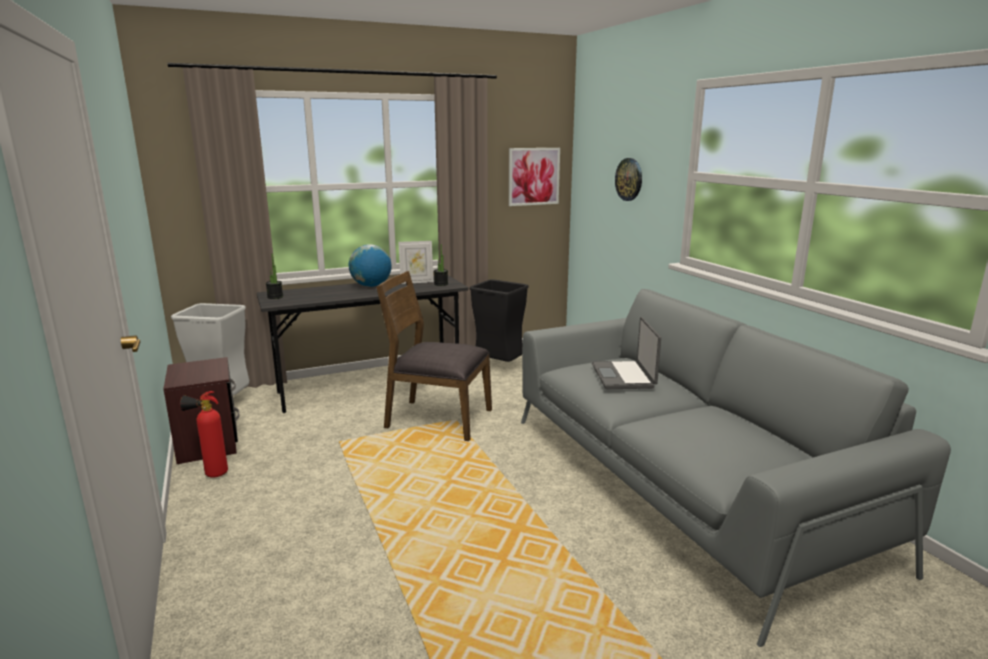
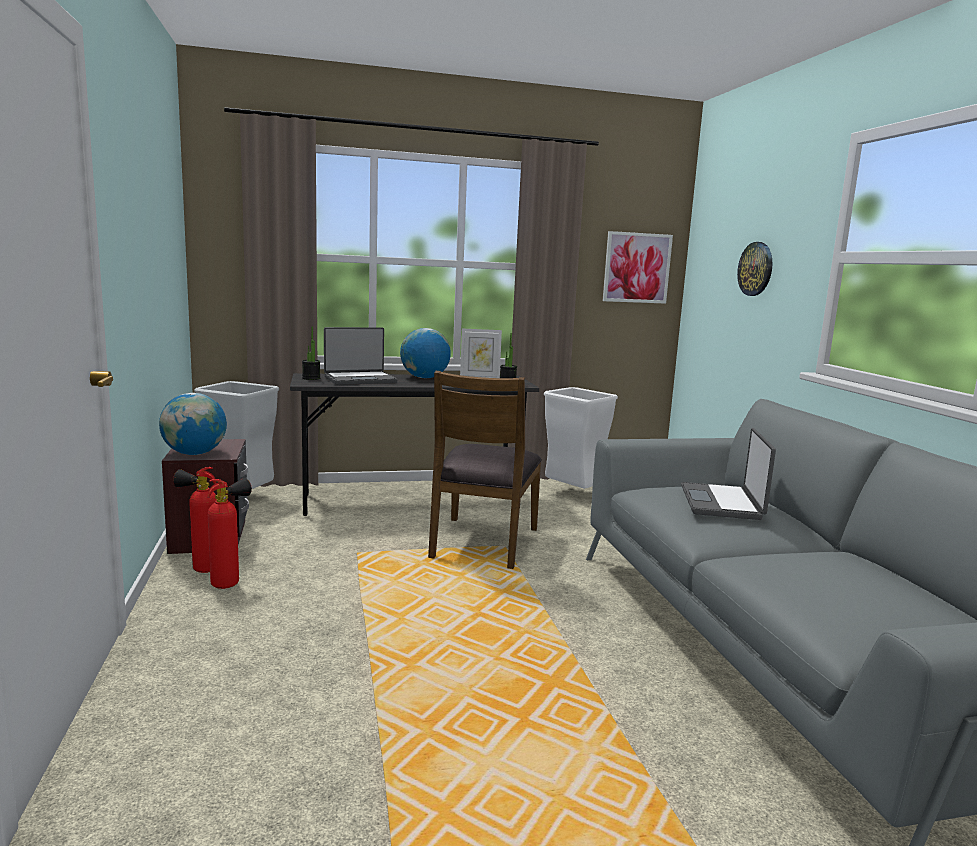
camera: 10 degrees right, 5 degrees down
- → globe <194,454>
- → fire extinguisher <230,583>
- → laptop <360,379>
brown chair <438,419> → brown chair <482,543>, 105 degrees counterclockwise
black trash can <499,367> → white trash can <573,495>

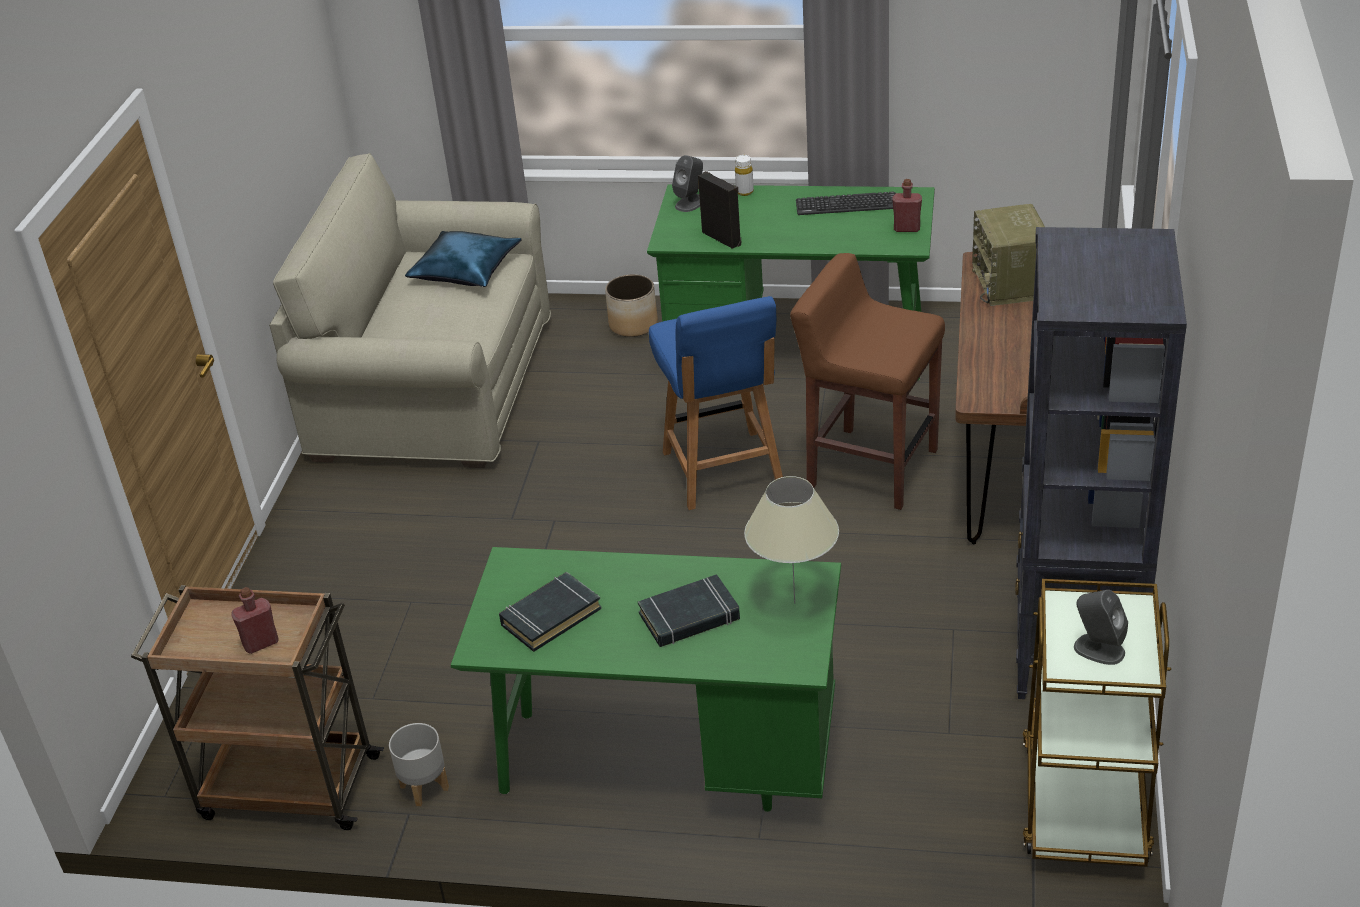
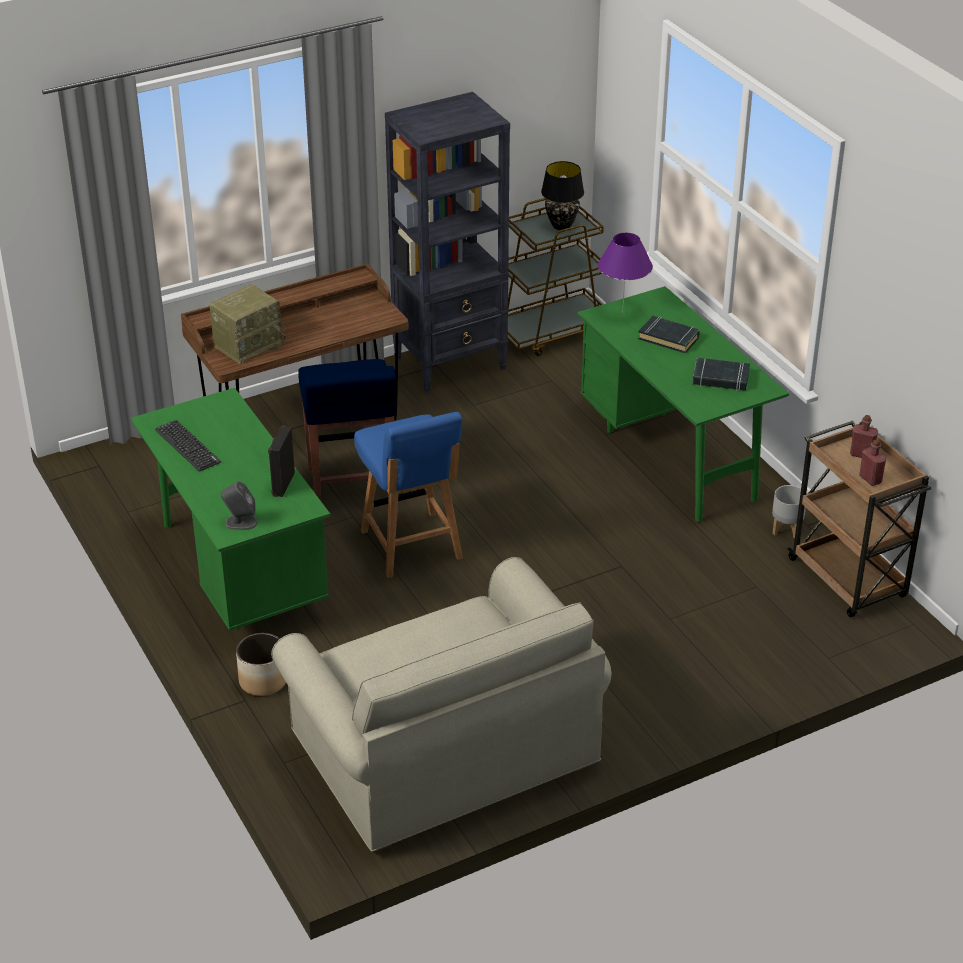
camera: 130 degrees left, 0 degrees up
brown stool <870,467> → blue stool <351,487>
blue chair <723,472> → blue chair <412,546>, 120 degrees clockwise
grey speaker <1098,649> → black table lamp <561,226>
beige table lamp <794,603> → purple table lamp <622,313>
red bottle <907,228> → red bottle <870,479>, moved
blue pillow <466,269> → -
white bottle <744,192> → -

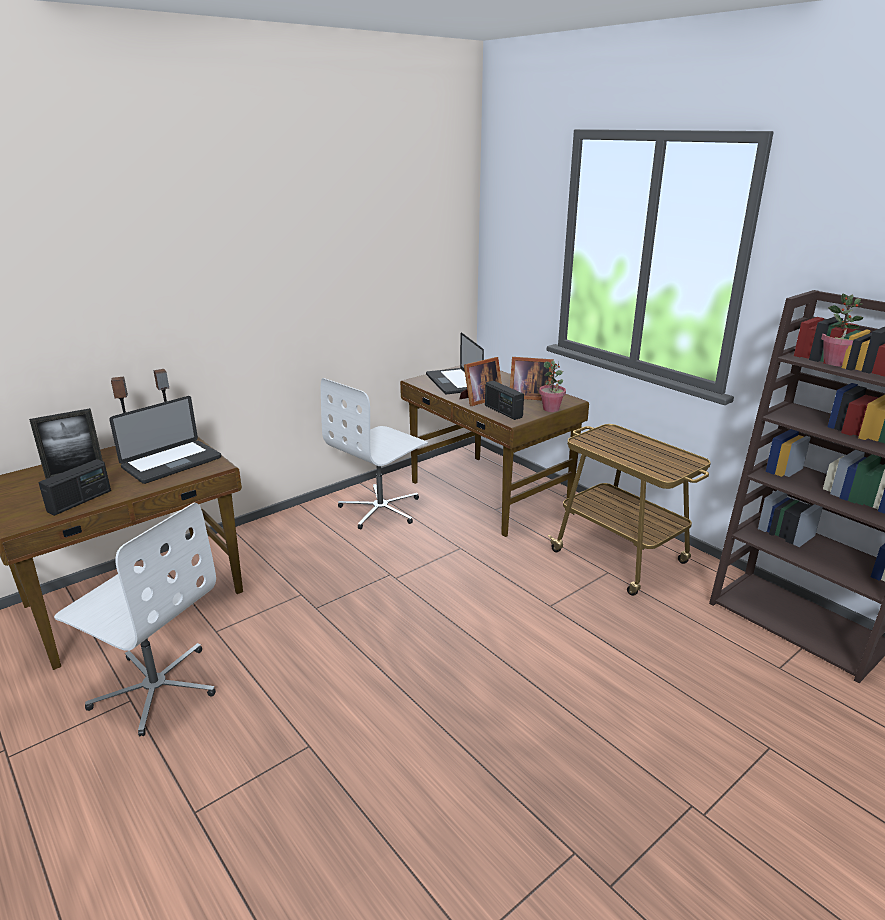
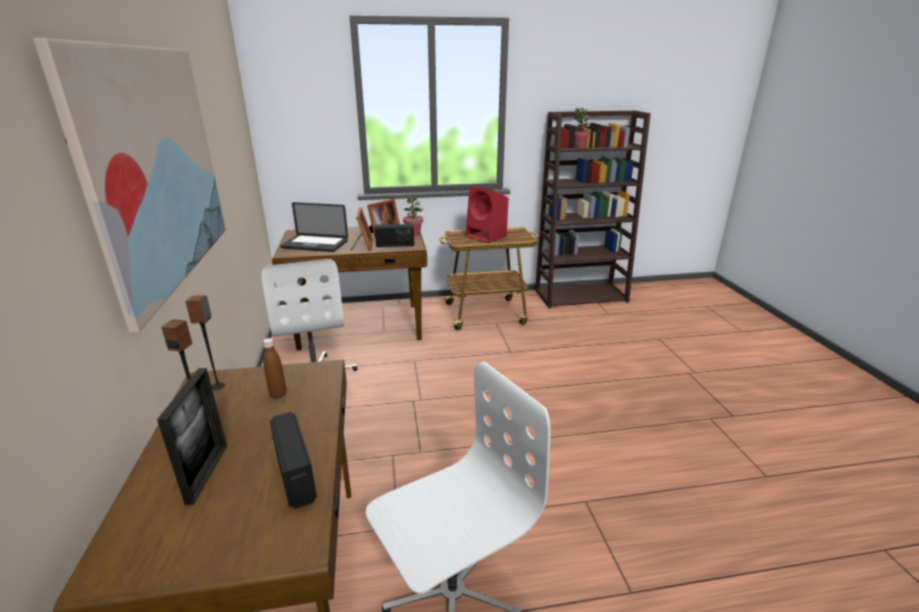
camera: 60 degrees left, 0 degrees up
- → picture <157,168>
laptop <172,463> → brown bottle <278,394>
- → red speaker <487,236>

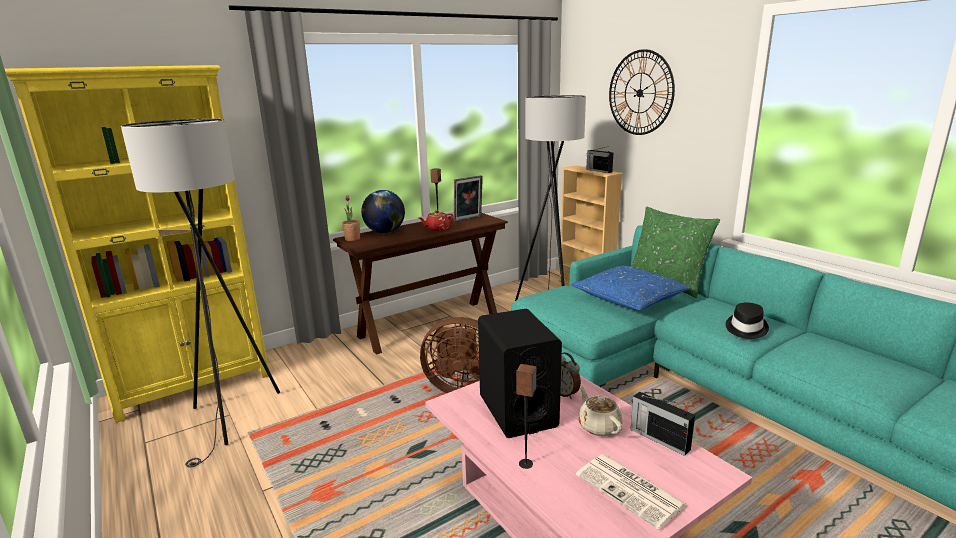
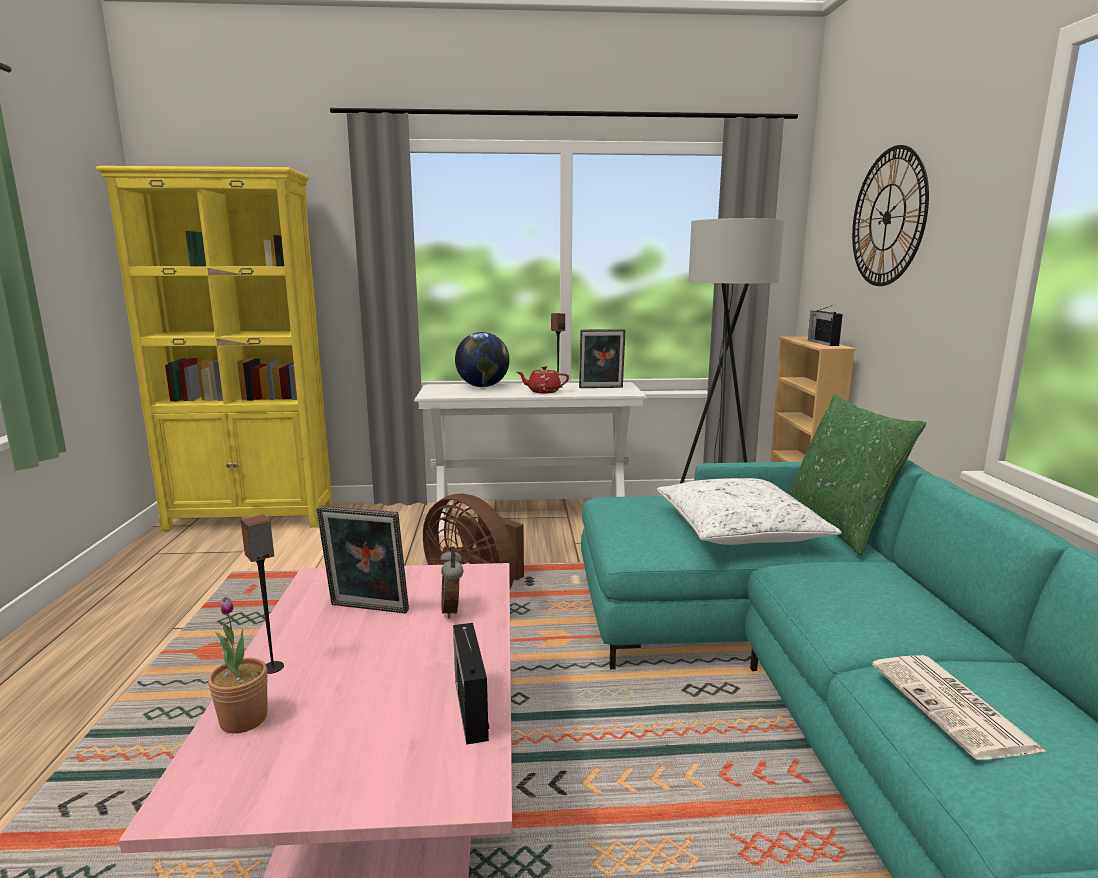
camera: 30 degrees right, 5 degrees down
potted plant <352,239> → potted plant <244,719>, moved
black speaker <517,411> → picture frame <367,610>
brown console table <430,325> → white console table <531,521>
blue pillow <629,298> → white pillow <739,529>
newspaper <631,490> → newspaper <953,707>, moved
grey floor lamp <234,418> → -
beige teapot <599,426> → -
black hat <745,328> → -

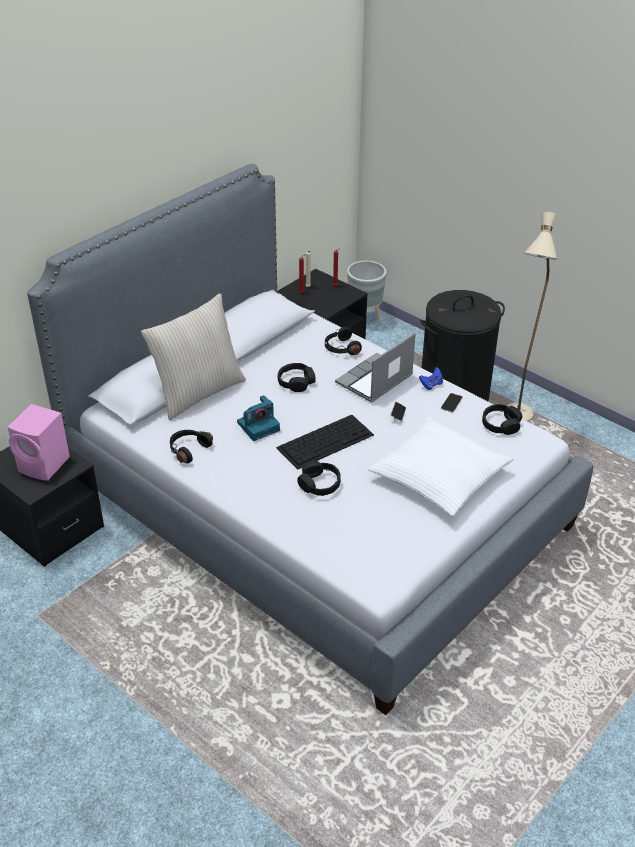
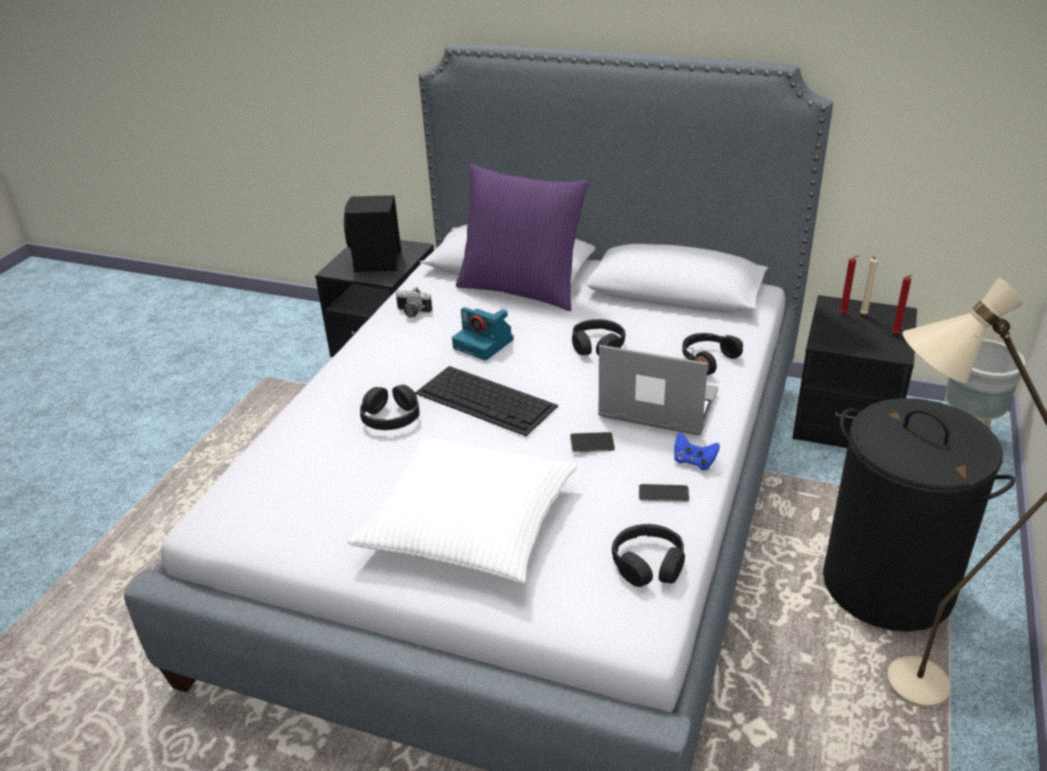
camera: 70 degrees right, 5 degrees down
pink speaker <45,465> → black speaker <377,263>
black headphones <188,449> → photo camera <412,313>
beige pillow <198,392> → purple pillow <521,289>

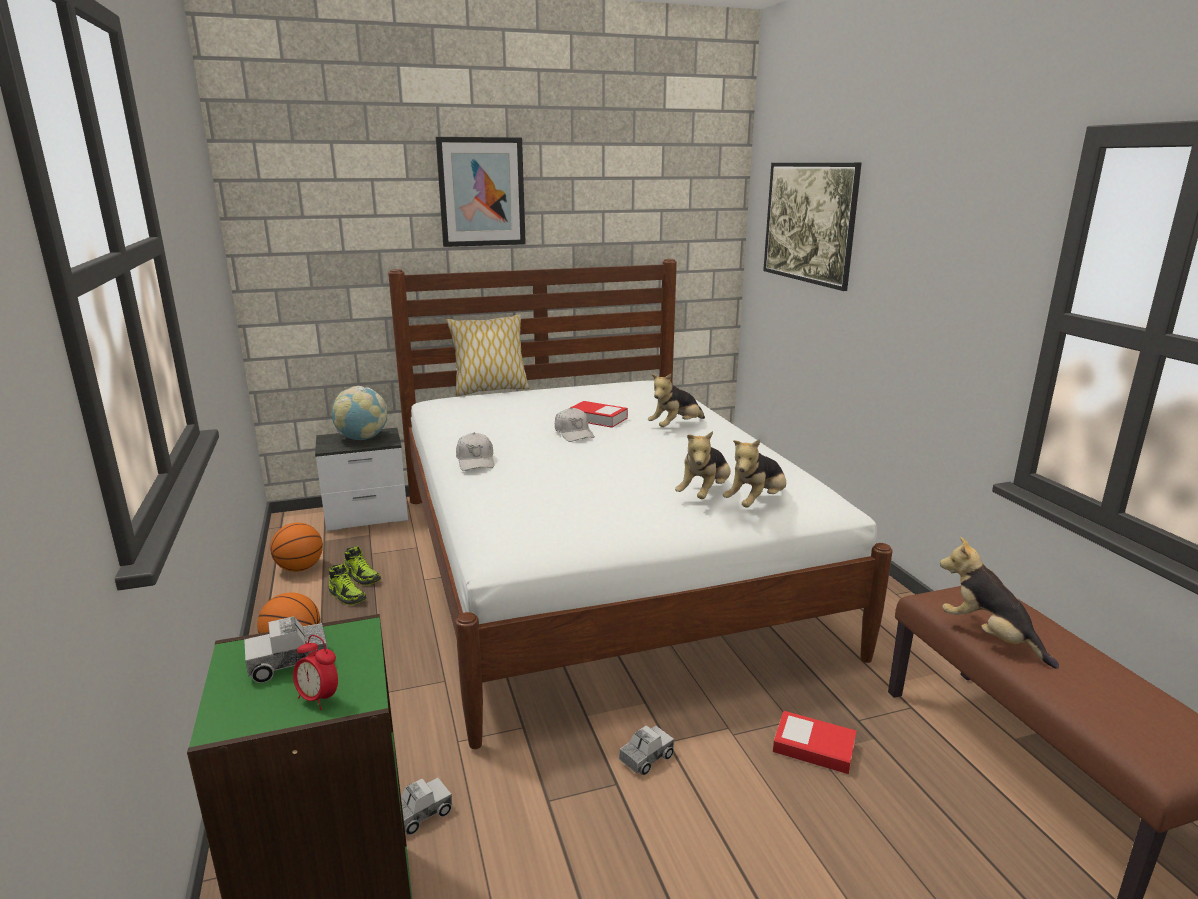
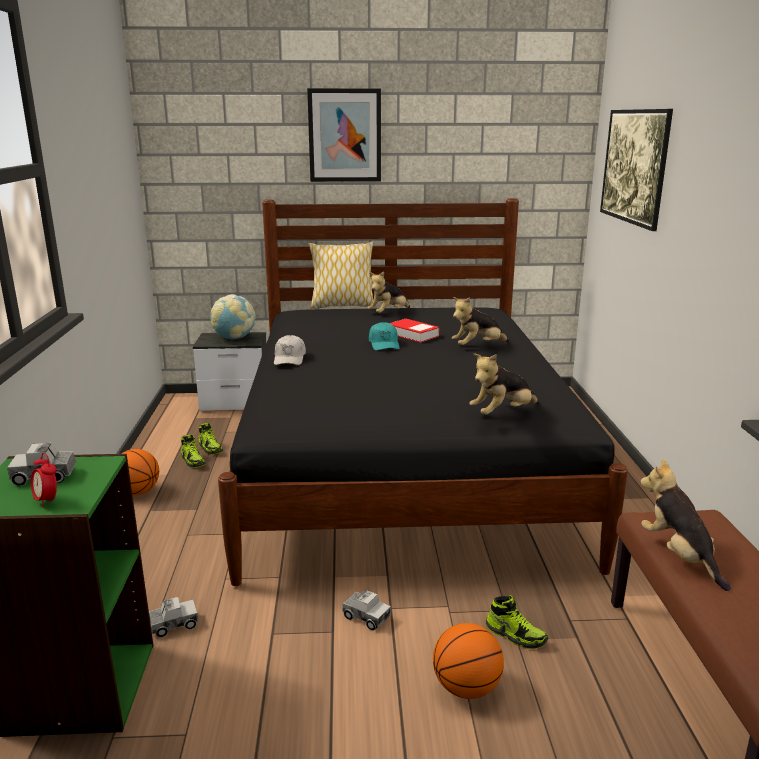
camera: 15 degrees right, 0 degrees up
white bed <598,566> → black bed <402,463>
toy truck <646,758> → toy truck <366,617>, 60 degrees clockwise
plush toy <704,494> → plush toy <388,313>, moved
white cap <574,433> → turquoise cap <384,344>
basketball <300,568> → basketball <466,687>, moved
book <813,748> → shoe <515,635>

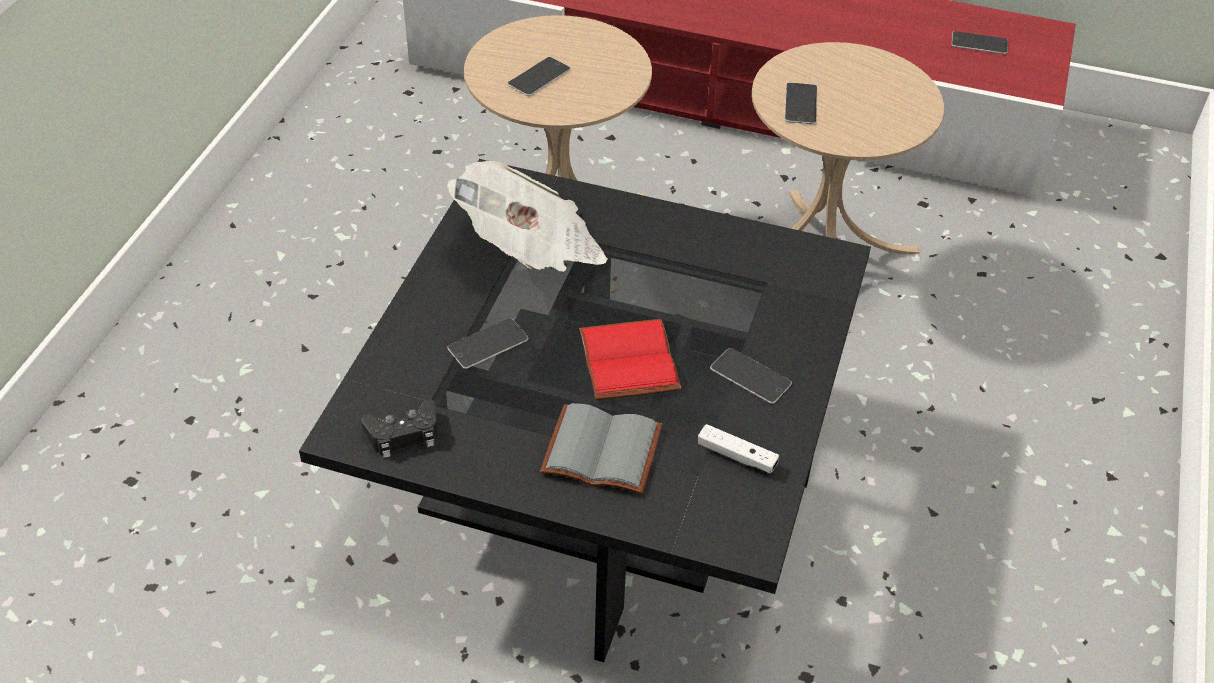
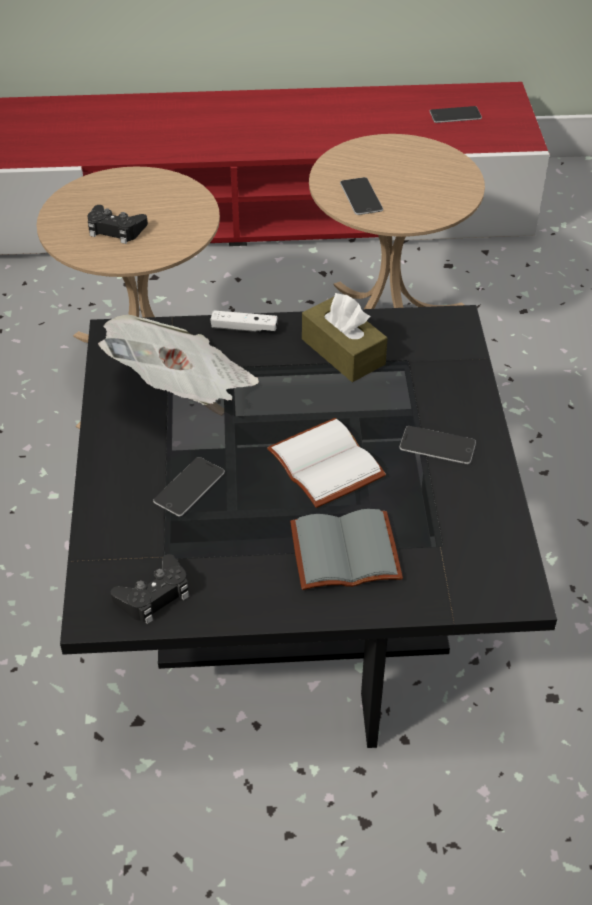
camera: 20 degrees left, 0 degrees up
phone <539,77> → black game controller <115,229>
white game controller <736,456> → white game controller <244,328>, moved
red book <632,362> → white book <329,464>
- → brown tissue box <343,352>

